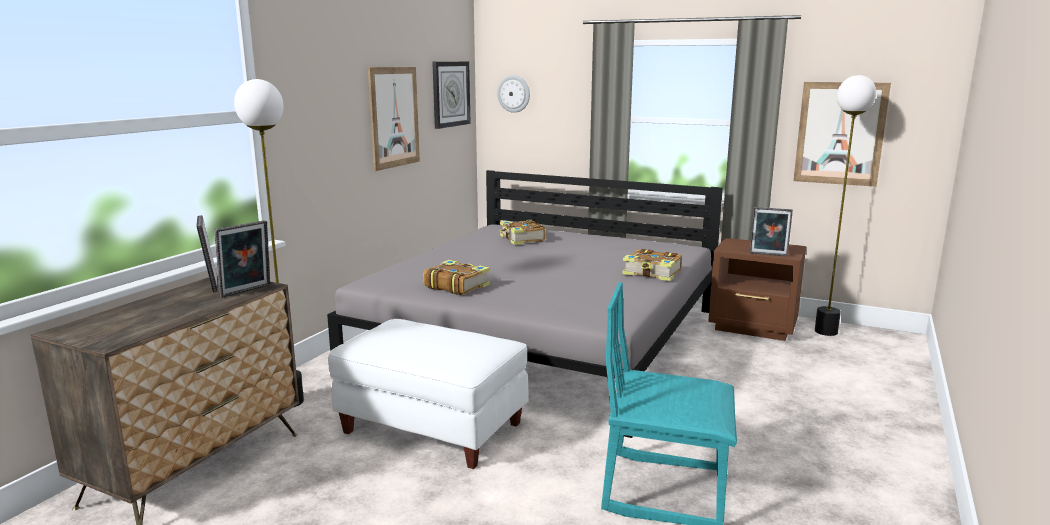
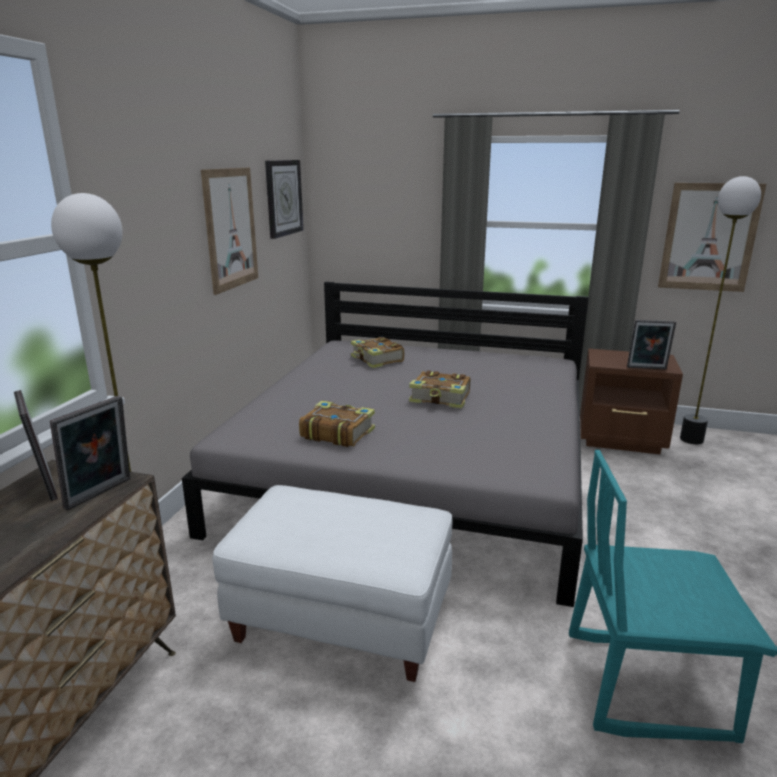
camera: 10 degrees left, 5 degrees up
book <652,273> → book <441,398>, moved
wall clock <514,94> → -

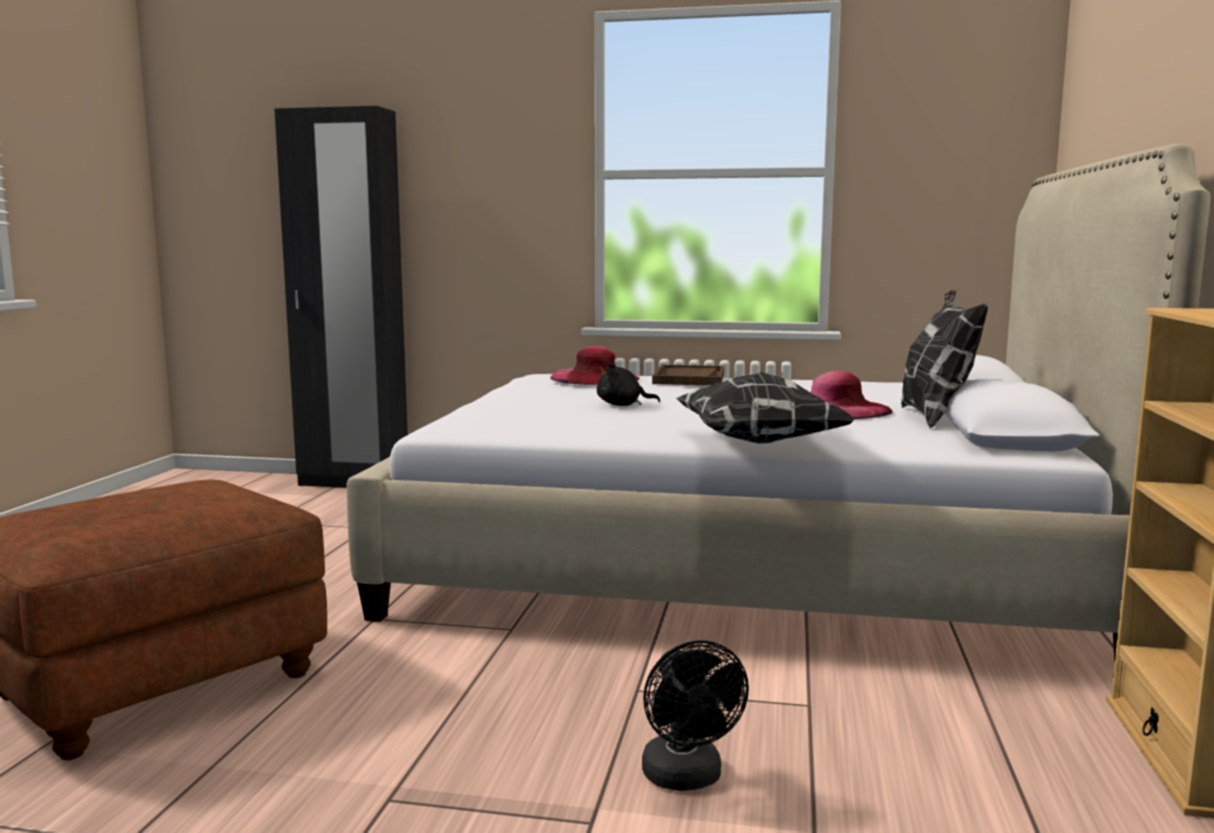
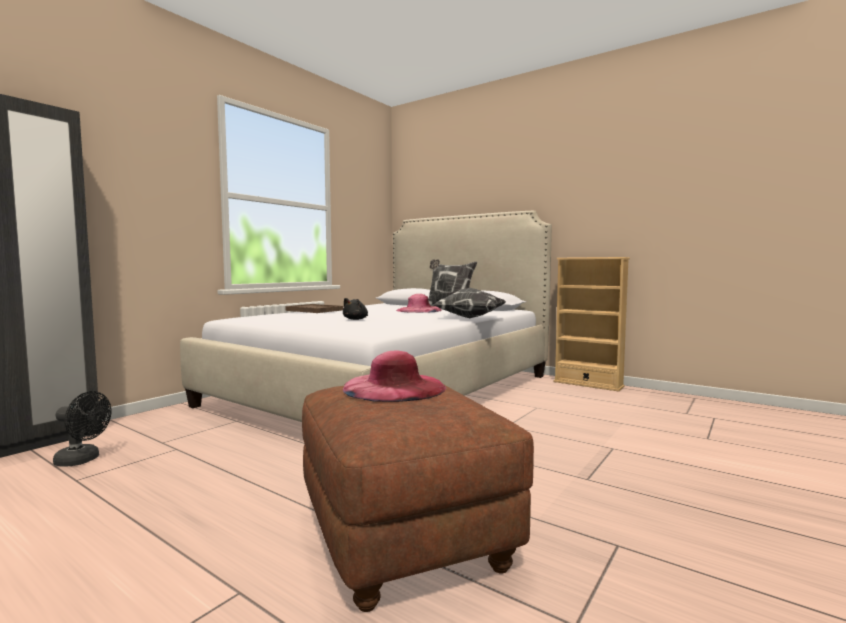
camera: 65 degrees left, 5 degrees down
black fan <687,778> → black fan <83,460>, moved
pink hat <594,378> → pink hat <394,387>, moved

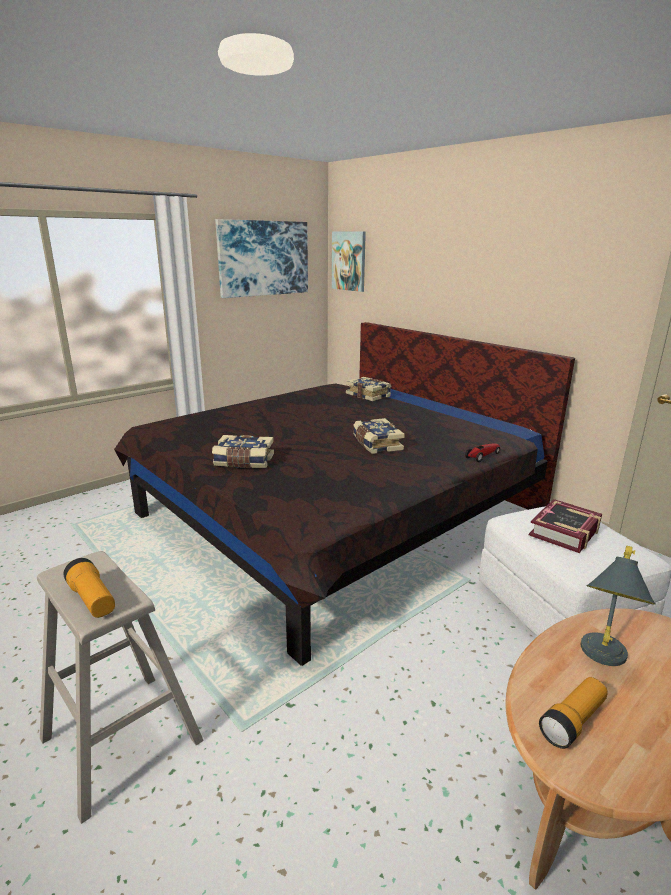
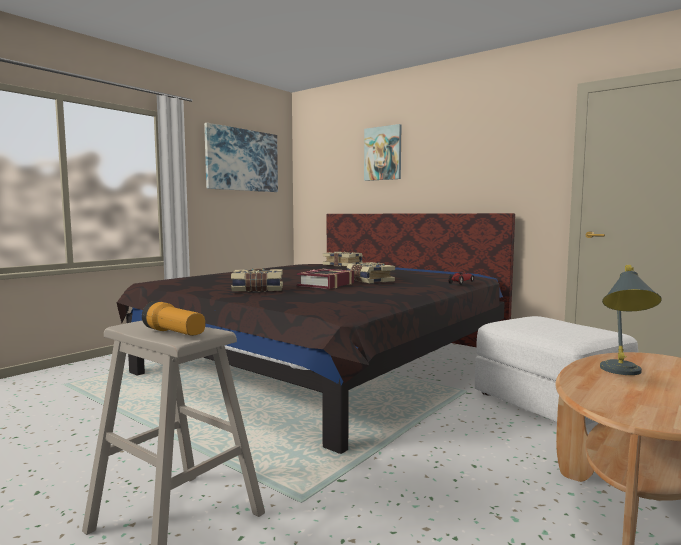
camera: 10 degrees left, 15 degrees down
book <565,532> → book <326,284>, moved
picture <349,261> → picture <383,153>, moved
flashlight <572,721> → -

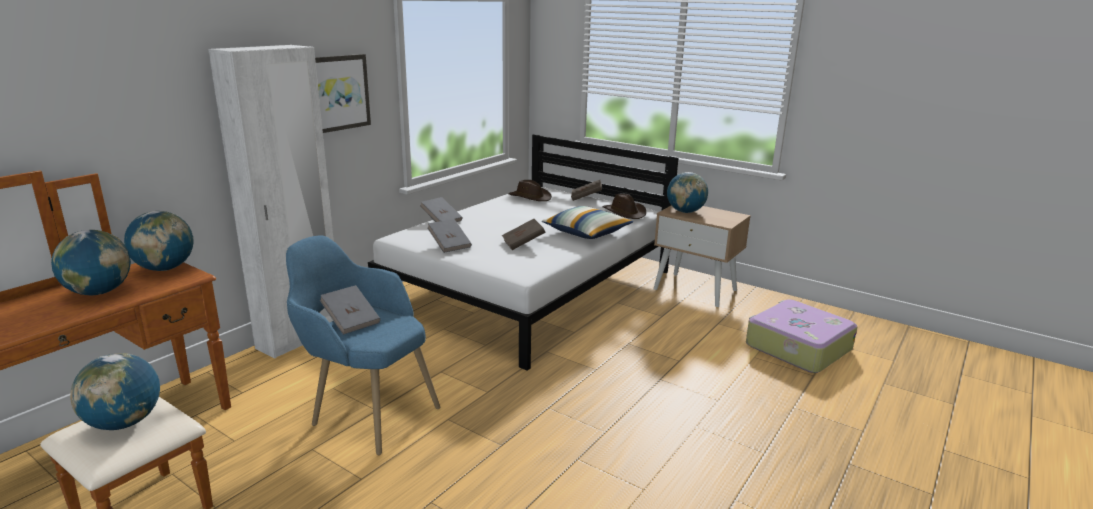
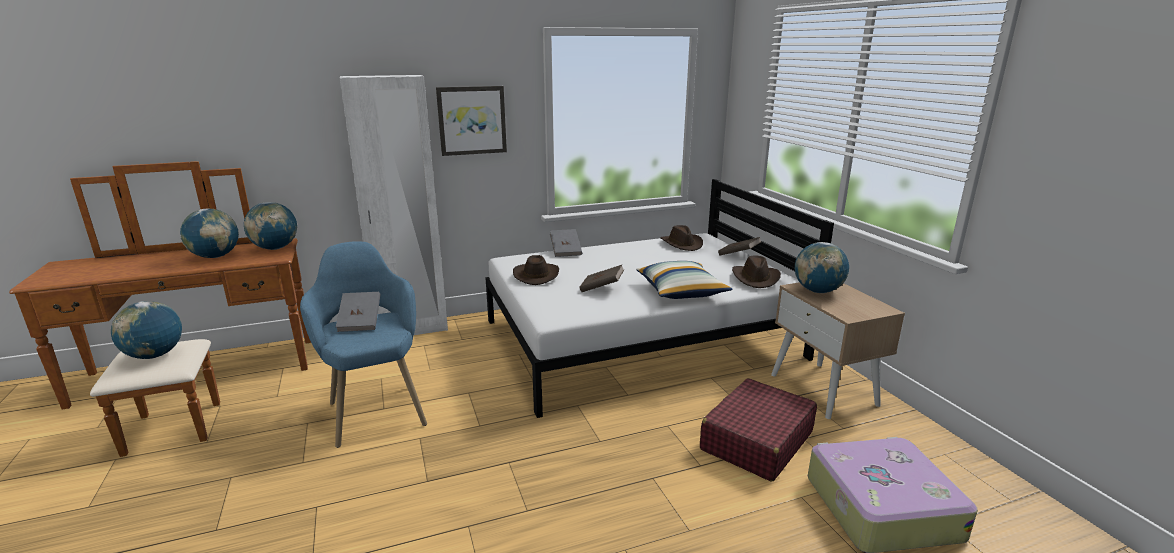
camera: 35 degrees right, 0 degrees up
grey book <449,245> → brown hat <536,275>
- → red suitcase <756,441>

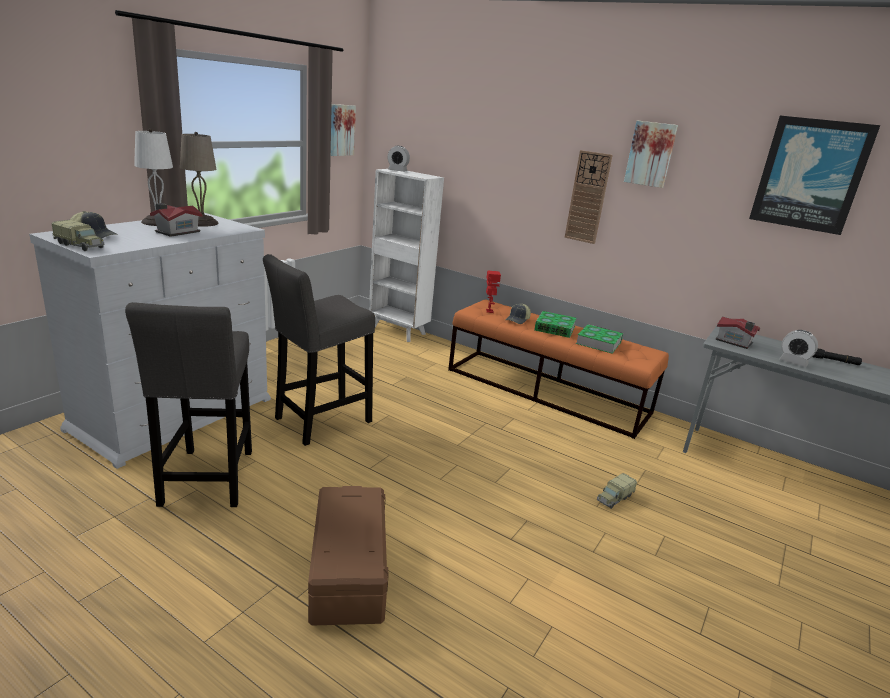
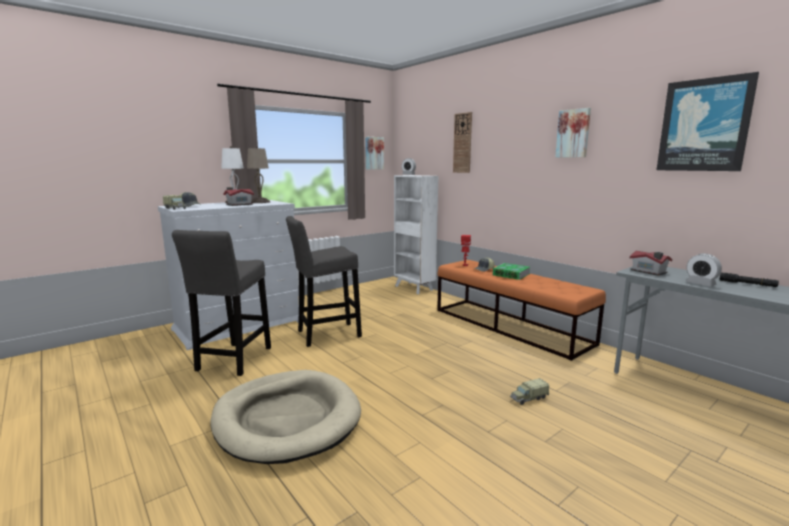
camera: 20 degrees right, 10 degrees down
brown storage box <347,570> → beige dog bed <287,419>
wall clock <588,197> → wall clock <462,143>, moved
book <598,342> → -

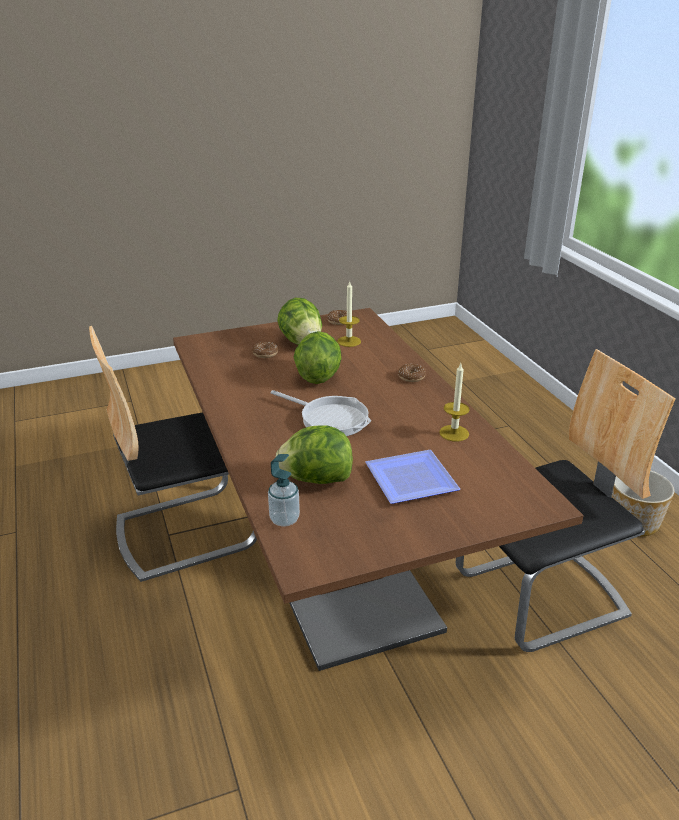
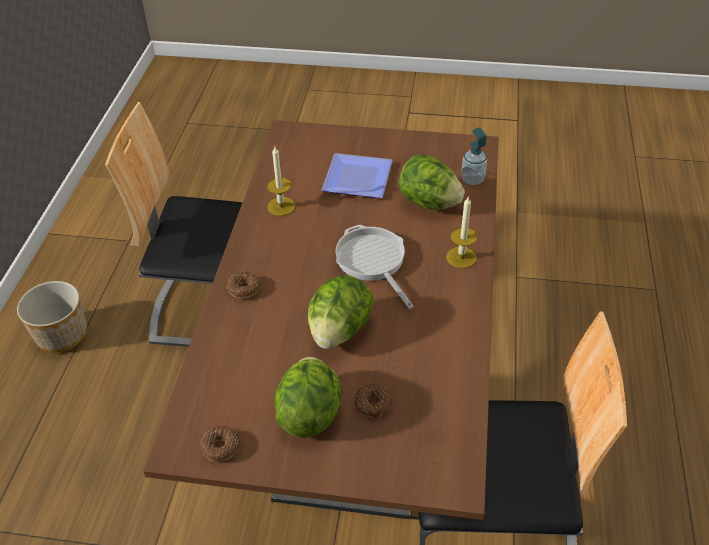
camera: 150 degrees left, 15 degrees up
candle <349,341> → candle <461,257>, moved

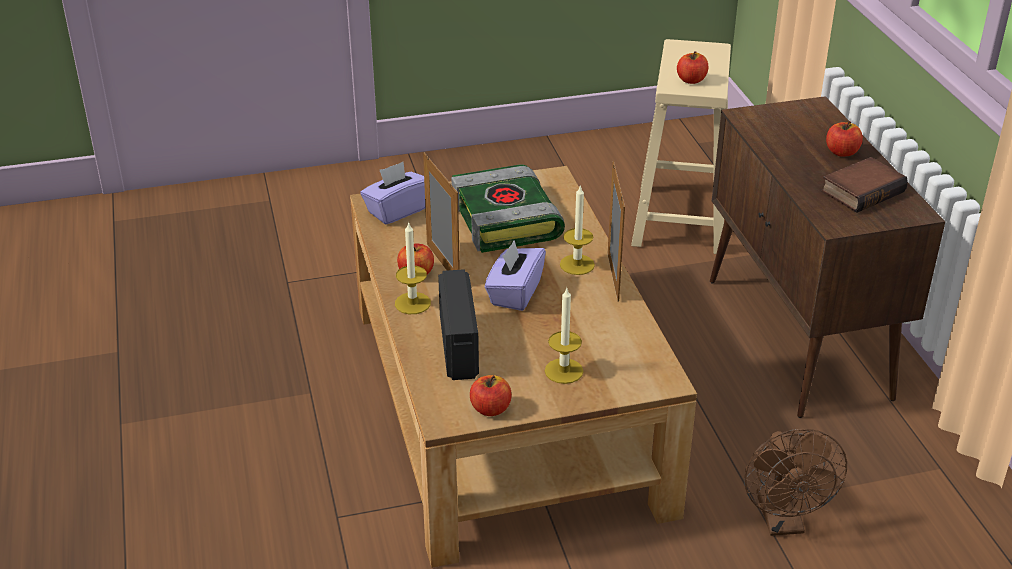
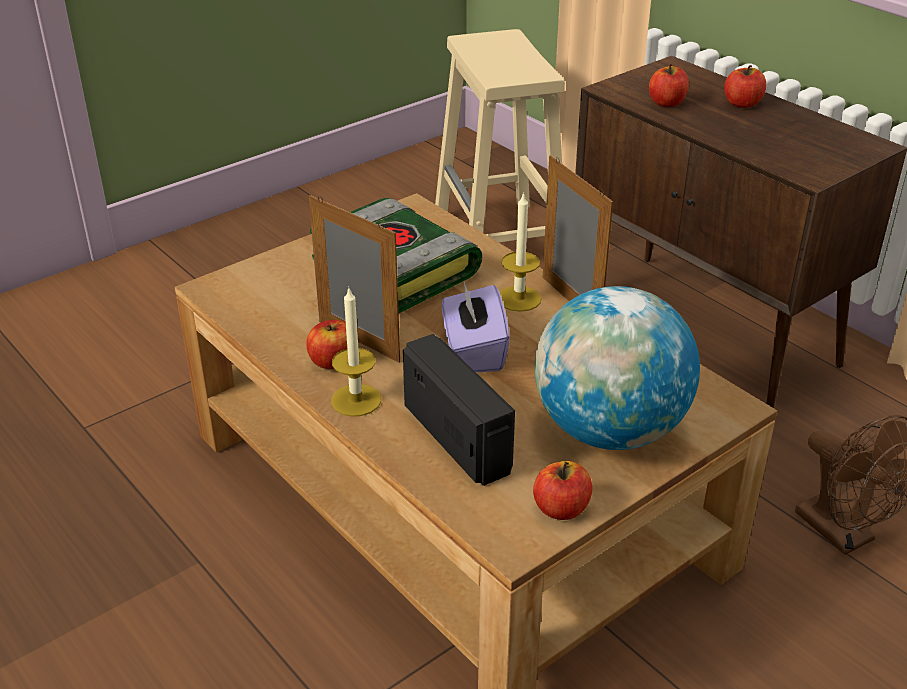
camera: 25 degrees left, 0 degrees up
candle <564,371> → globe <609,430>
apple <691,80> → apple <667,103>, moved
purple tissue box <397,210> → -
book <861,190> → -

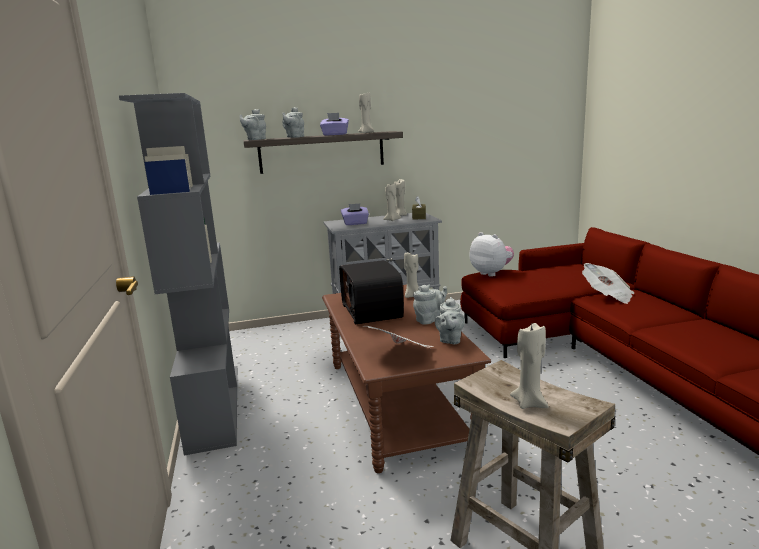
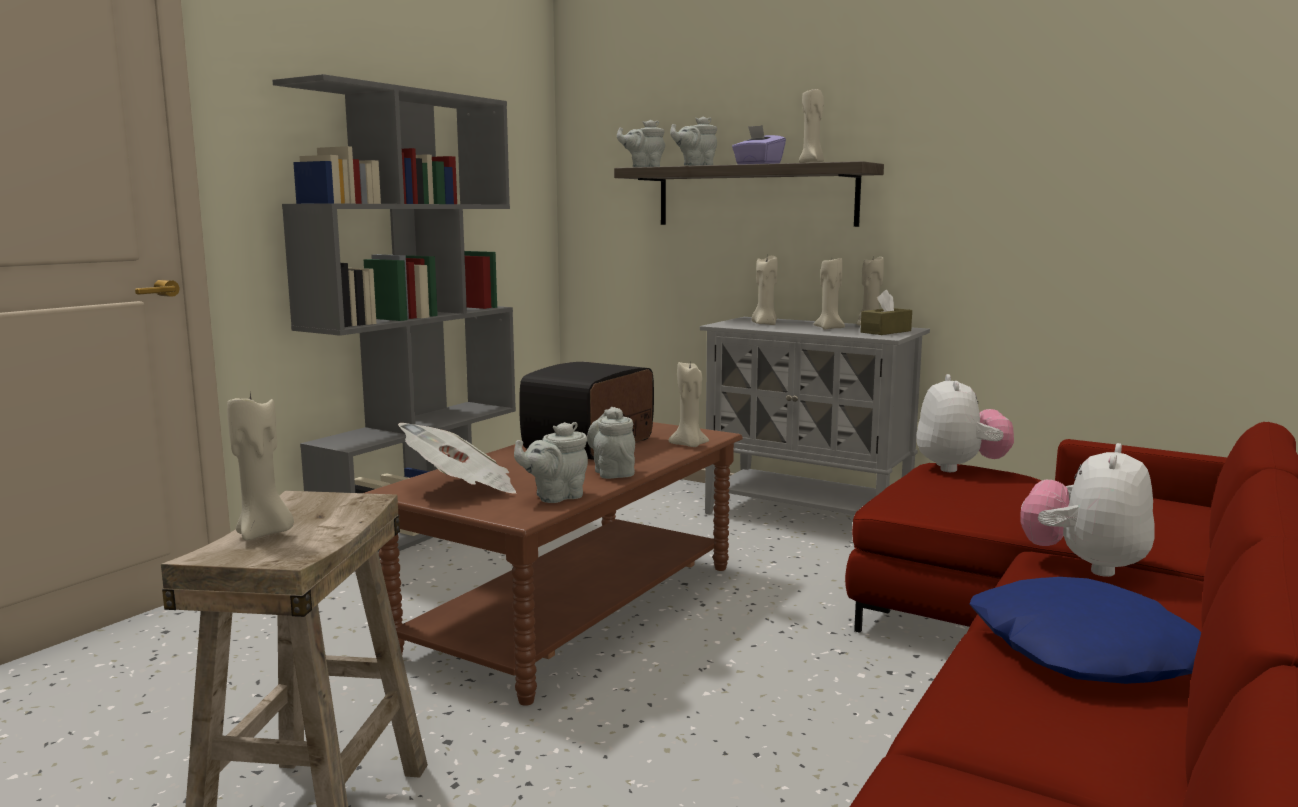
camera: 45 degrees right, 5 degrees down
grey teapot <430,320> → grey teapot <613,472>, 120 degrees counterclockwise
purple tissue box <355,223> → beige candle <764,324>
- → blue pillow <1082,651>
newspaper <607,296> → plush toy <1084,565>

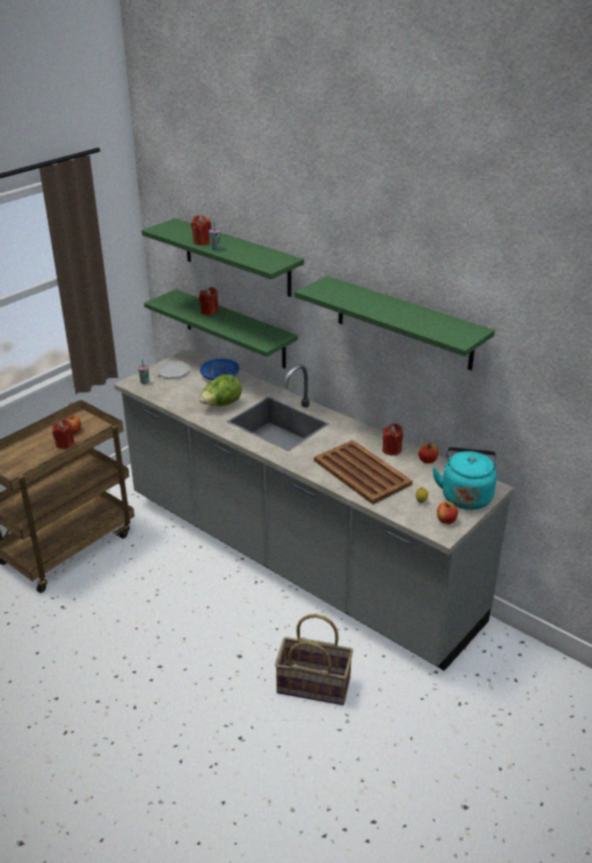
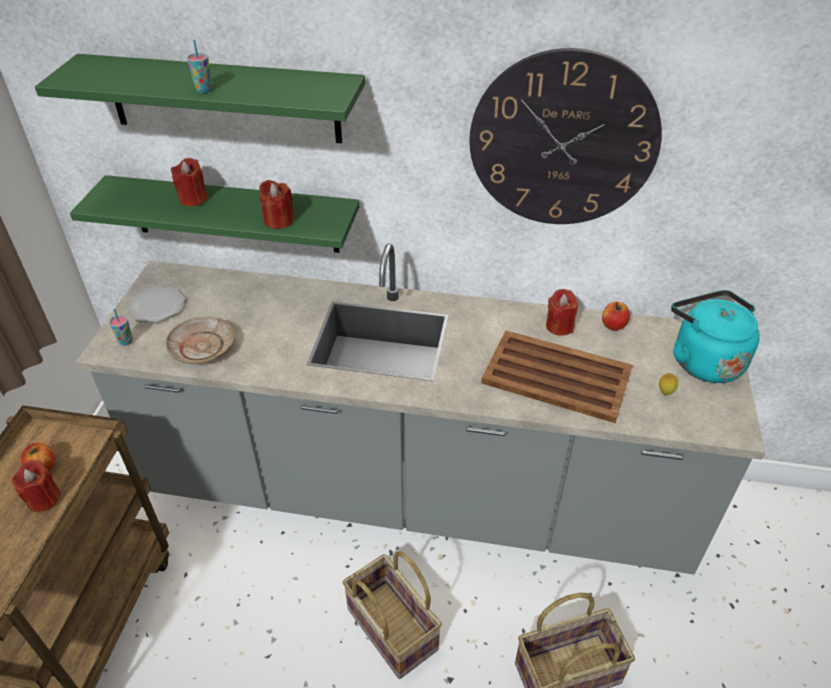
camera: 30 degrees left, 10 degrees up
- → beige plate <202,347>
red candle <202,242> → red candle <278,220>, moved
- → basket <390,629>
green shelf <404,323> → wall clock <563,141>
lettuce <221,405> → -
blue plate <220,375> → -
apple <446,520> → -

